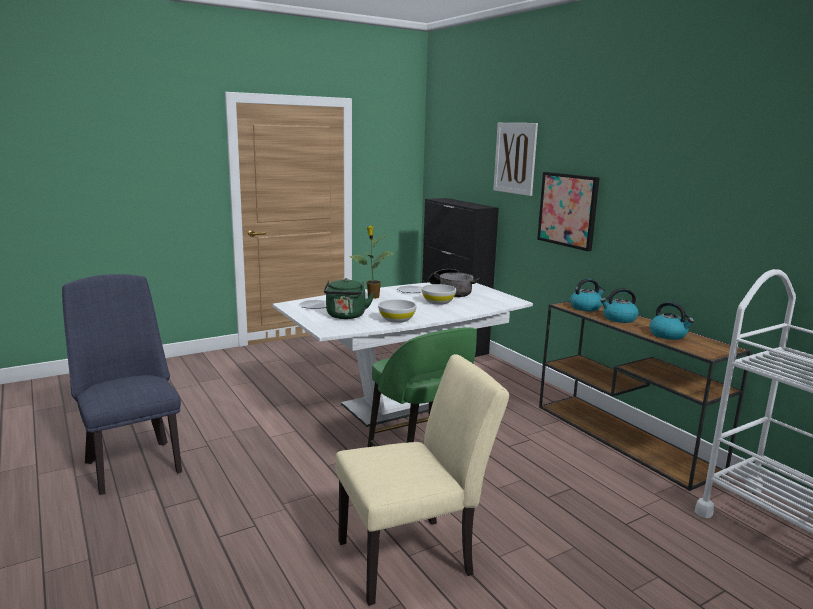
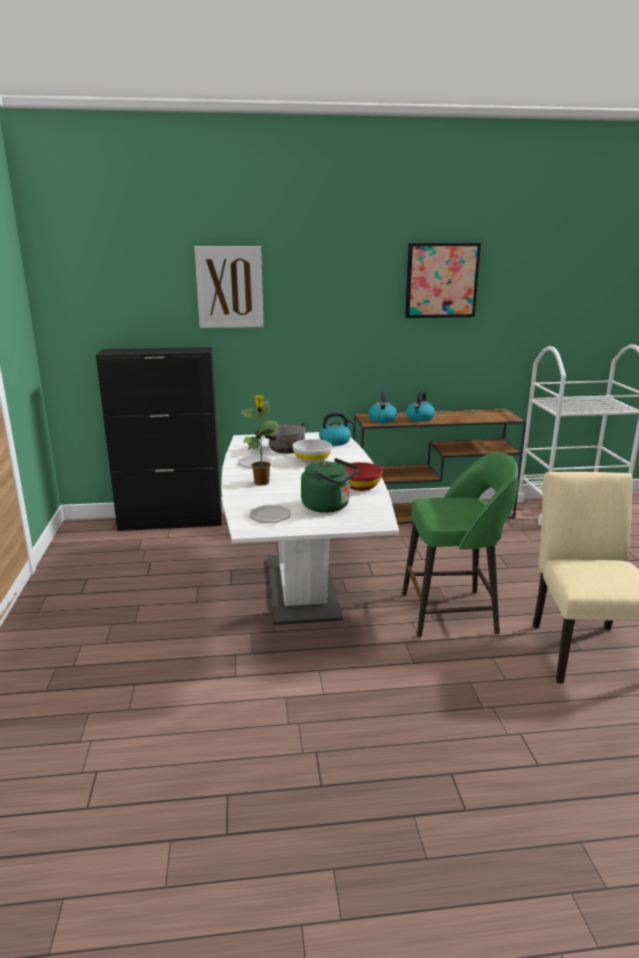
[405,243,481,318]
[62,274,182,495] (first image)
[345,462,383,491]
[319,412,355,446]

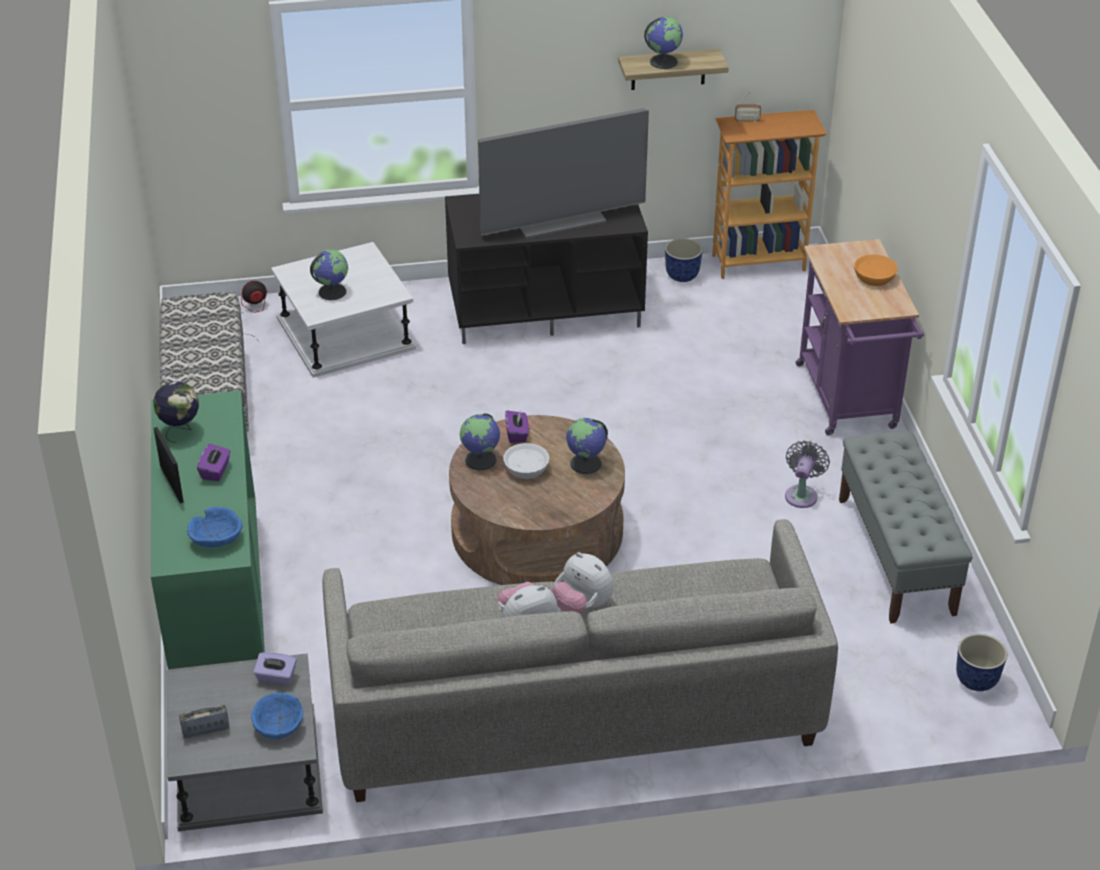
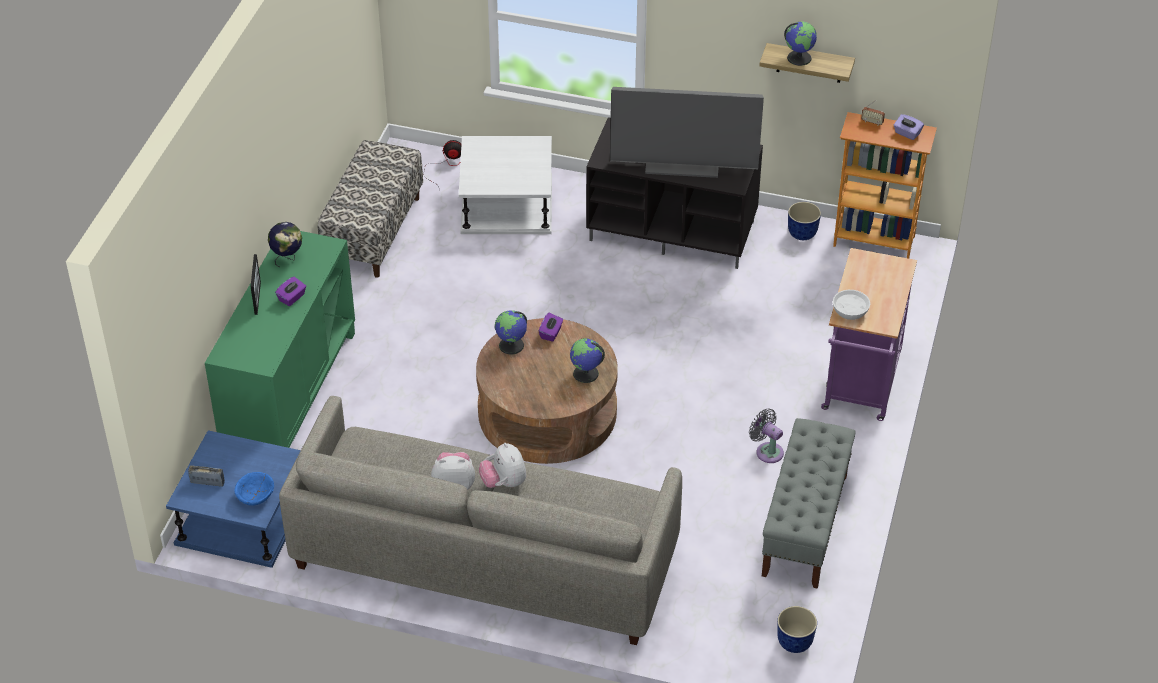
[310,249,348,300] (first image)
[854,254,898,286] (first image)
[749,408,784,463]
[833,290,870,320]
[187,507,243,547] (first image)
[894,114,924,140]
[166,430,301,568]

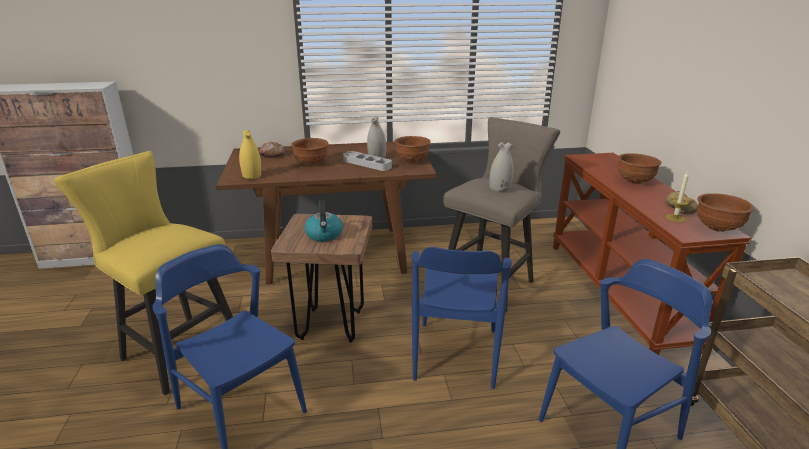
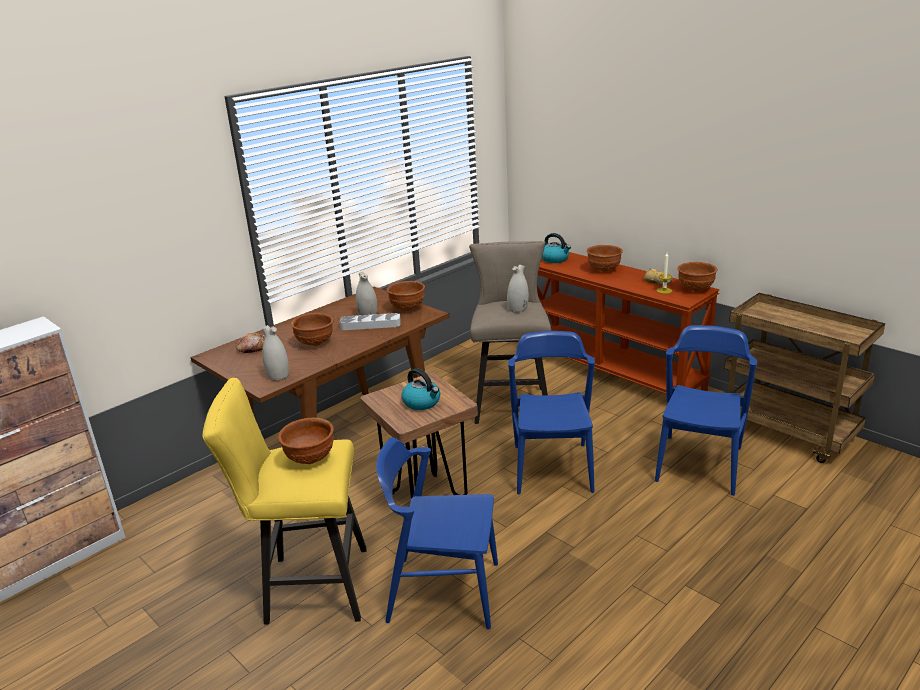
[262,325,289,380]
[508,331,595,495]
[542,233,571,263]
[278,418,334,464]

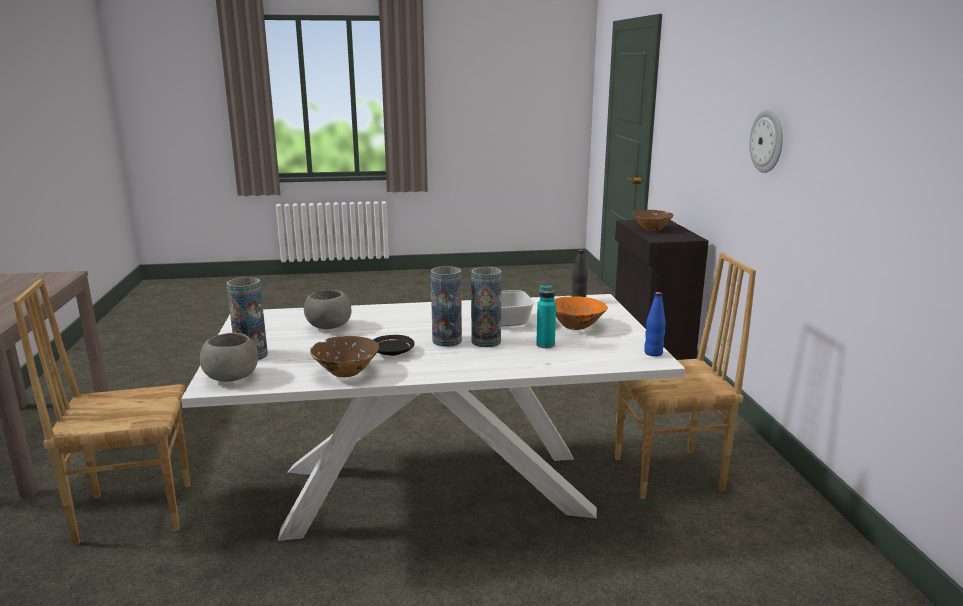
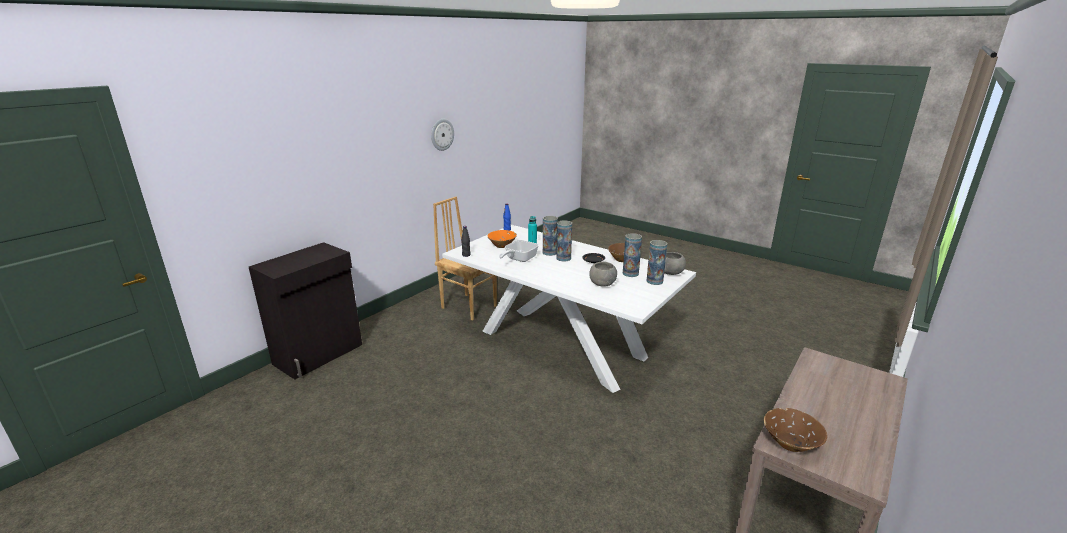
[431,119,454,151]
[764,408,827,452]
[13,278,191,546] (first image)
[623,233,642,277]

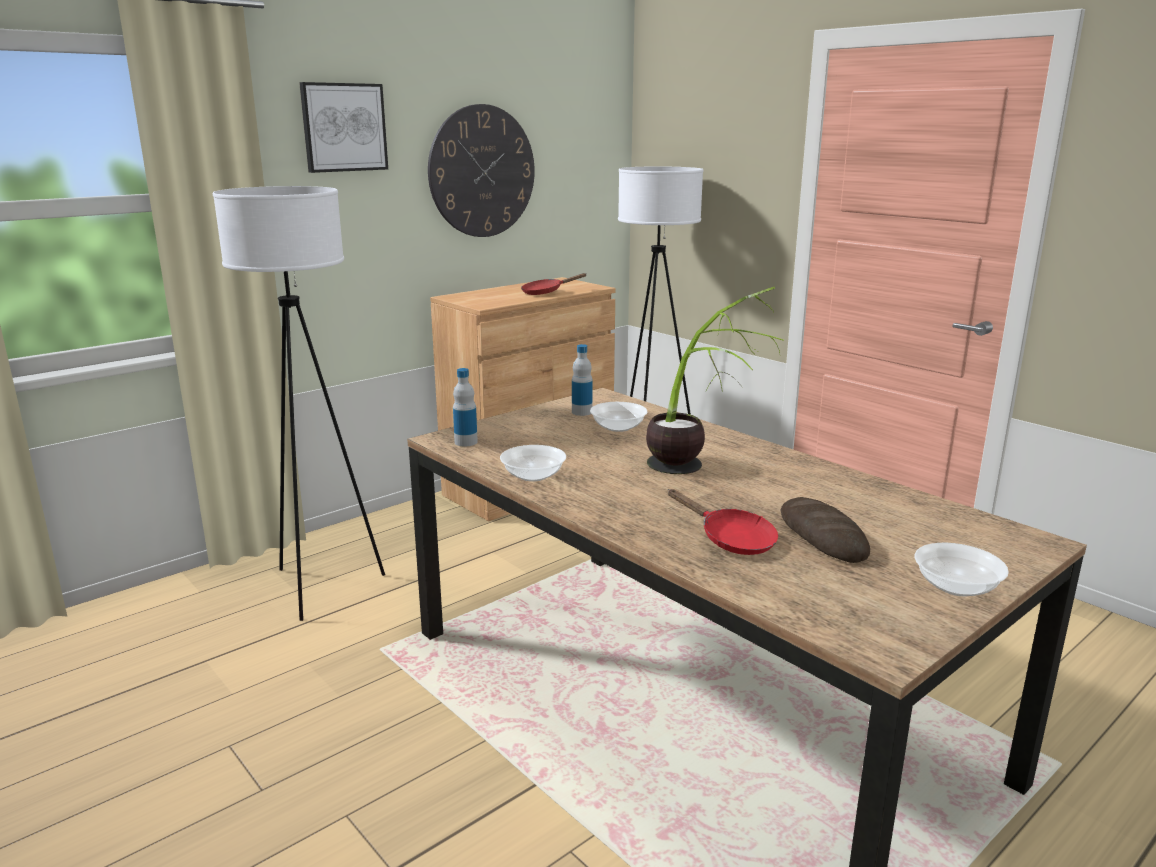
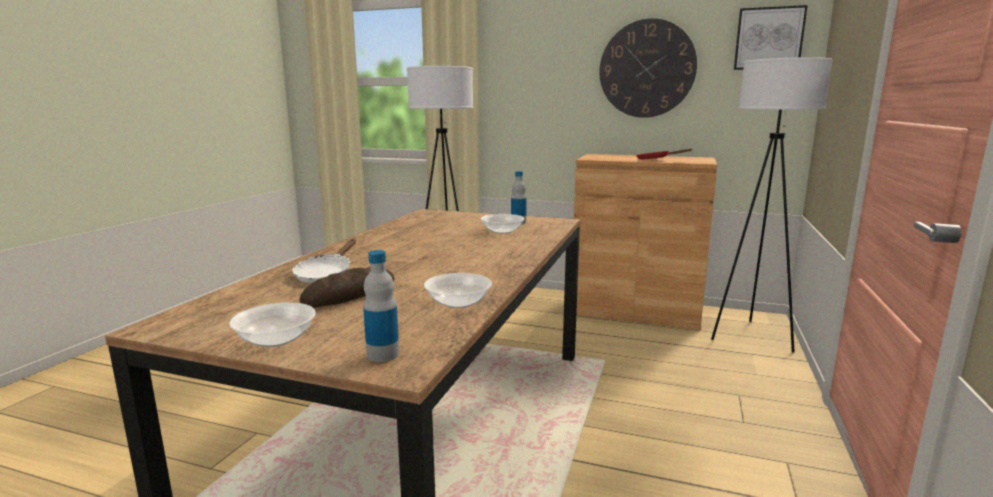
[734,5,808,70]
[646,286,784,474] (first image)
[363,250,399,362]
[424,273,492,309]
[292,239,356,283]

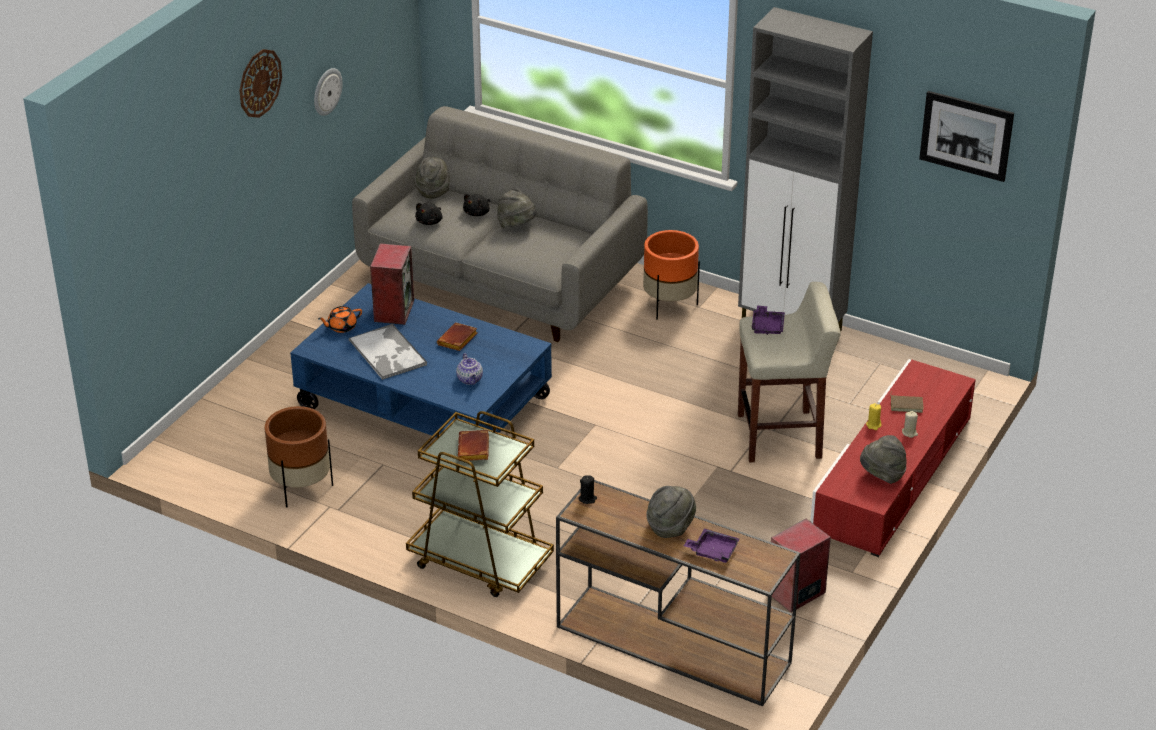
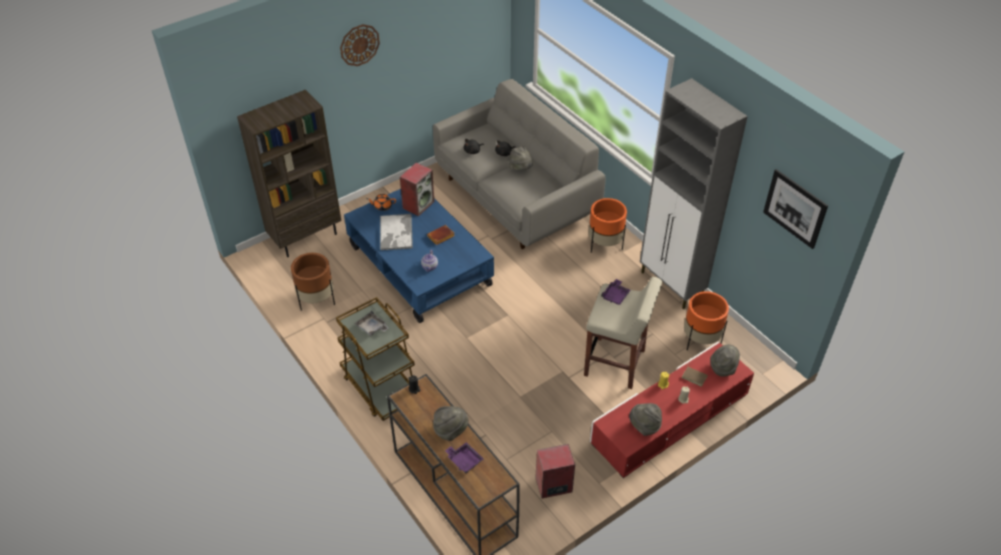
[314,68,343,116] (first image)
[710,345,740,377]
[354,311,389,336]
[237,90,341,257]
[684,291,729,350]

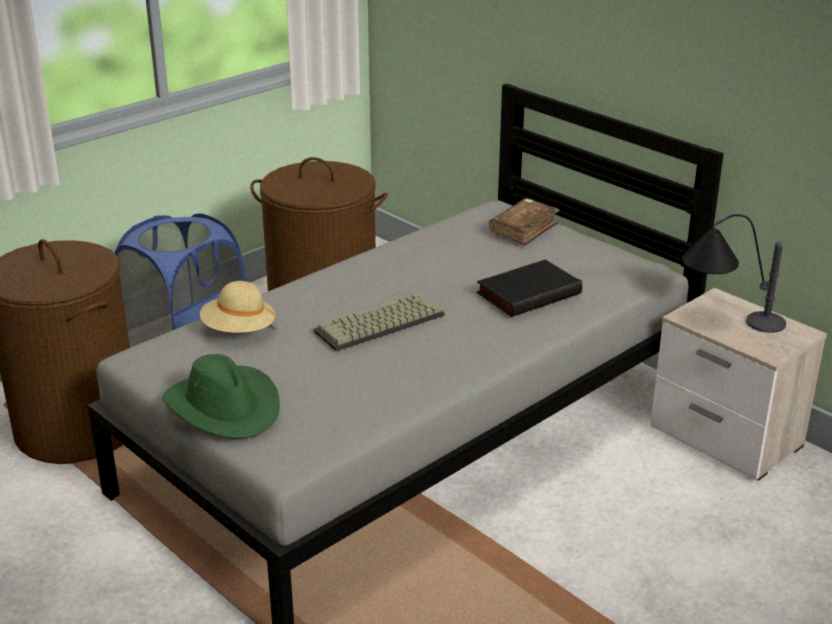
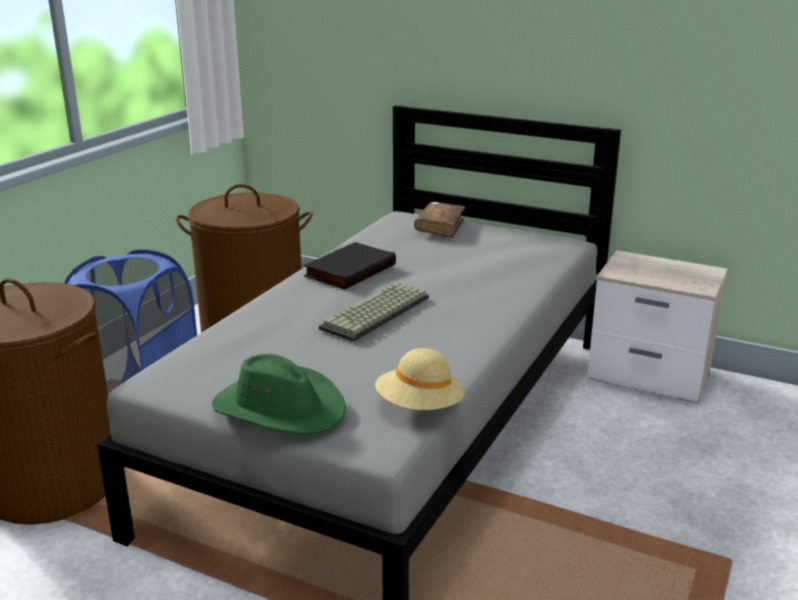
[682,214,786,333] (first image)
[304,242,396,290]
[375,348,465,410]

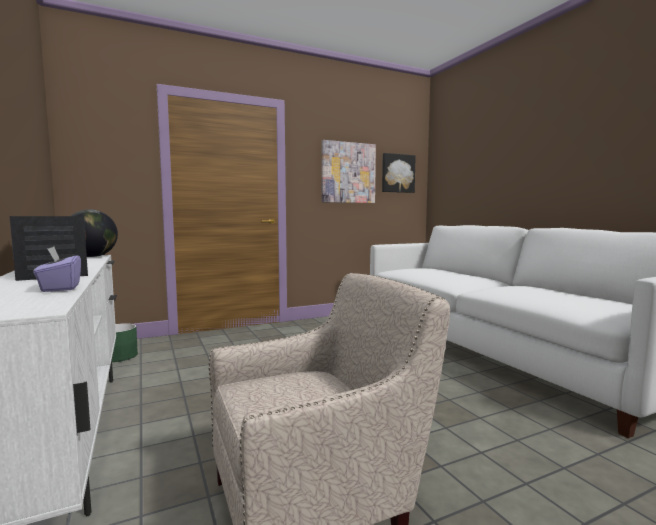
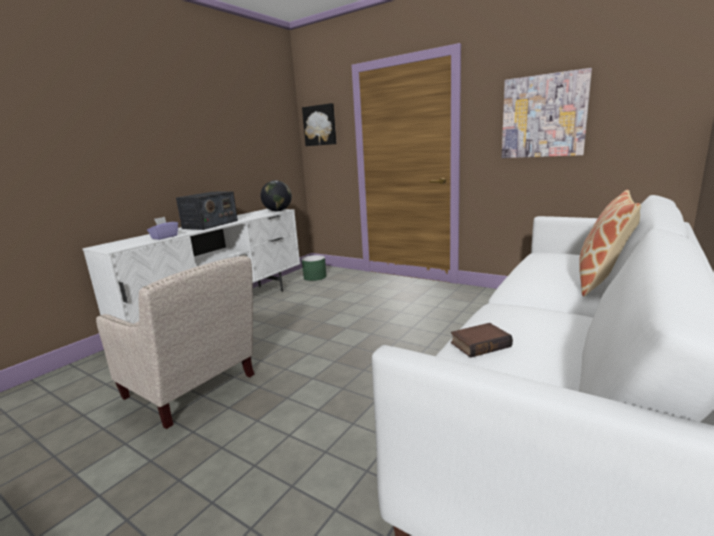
[302,103,336,146]
[579,190,641,296]
[451,323,513,358]

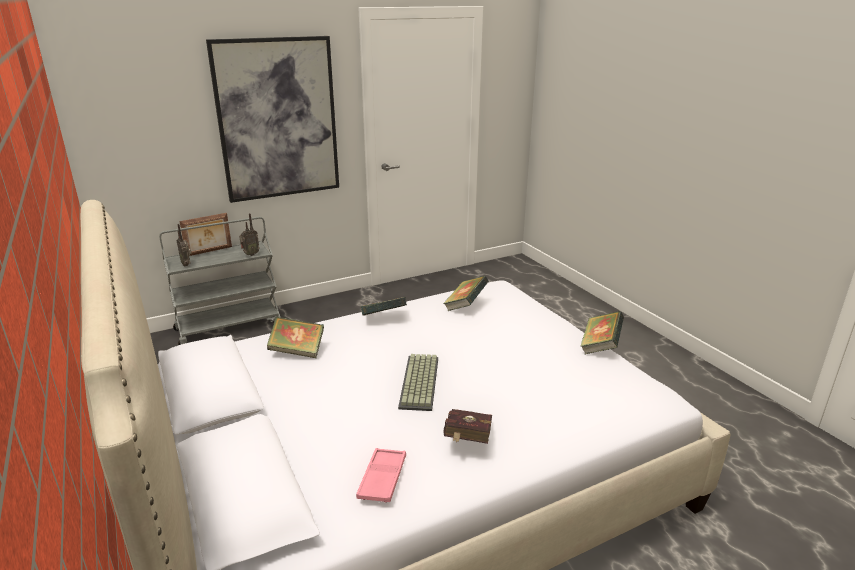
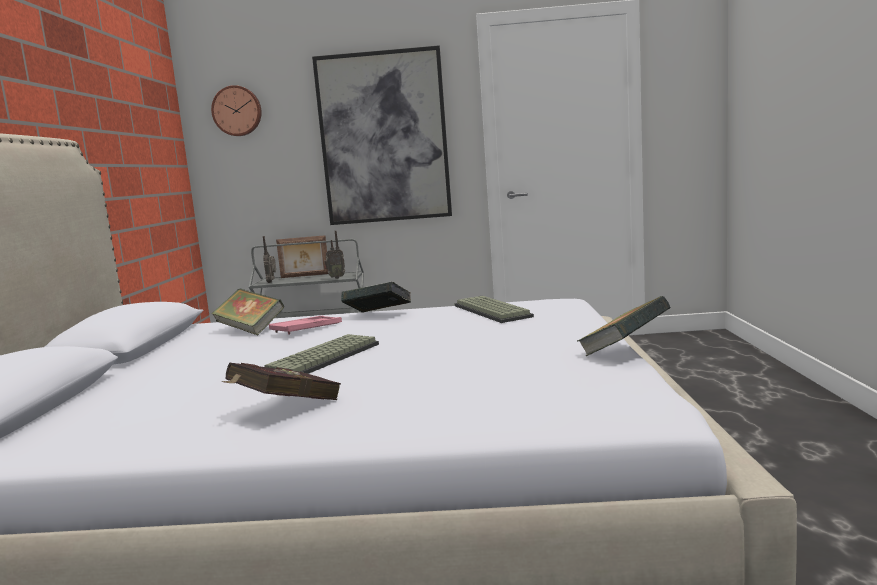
[455,296,534,323]
[269,315,342,335]
[211,85,262,136]

